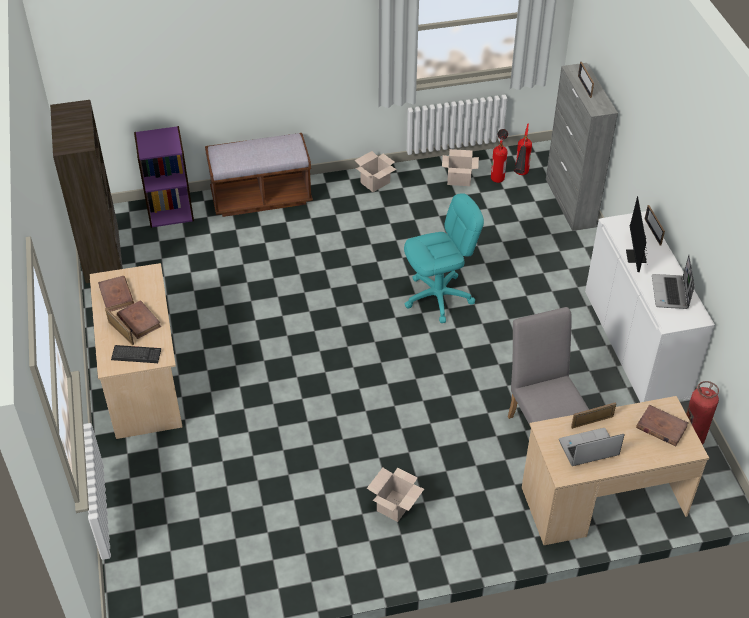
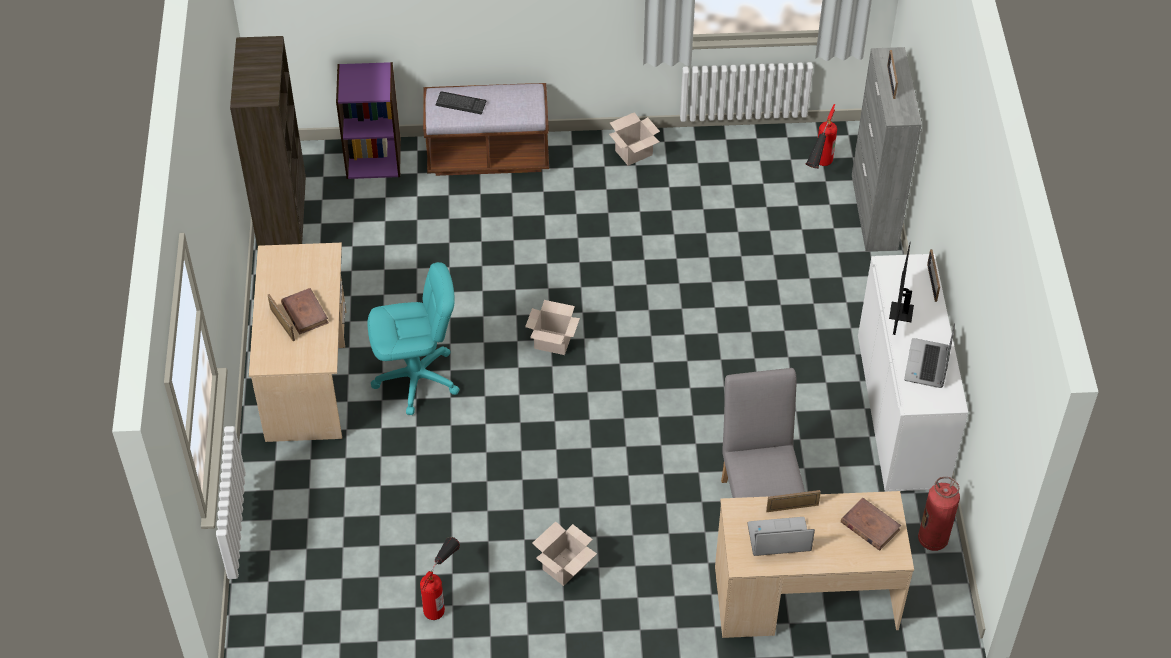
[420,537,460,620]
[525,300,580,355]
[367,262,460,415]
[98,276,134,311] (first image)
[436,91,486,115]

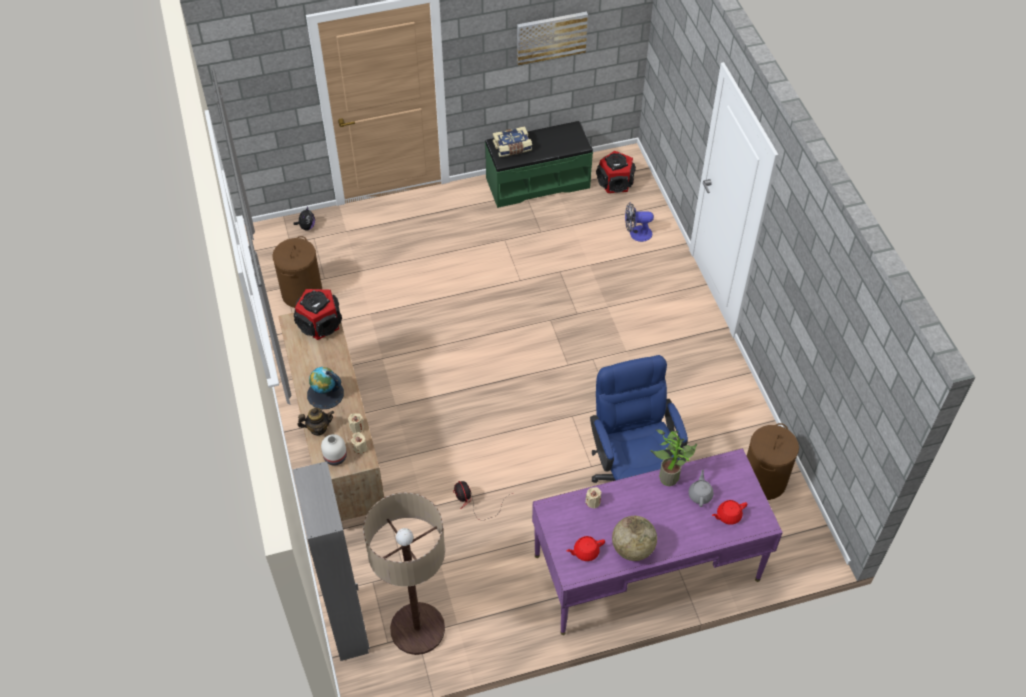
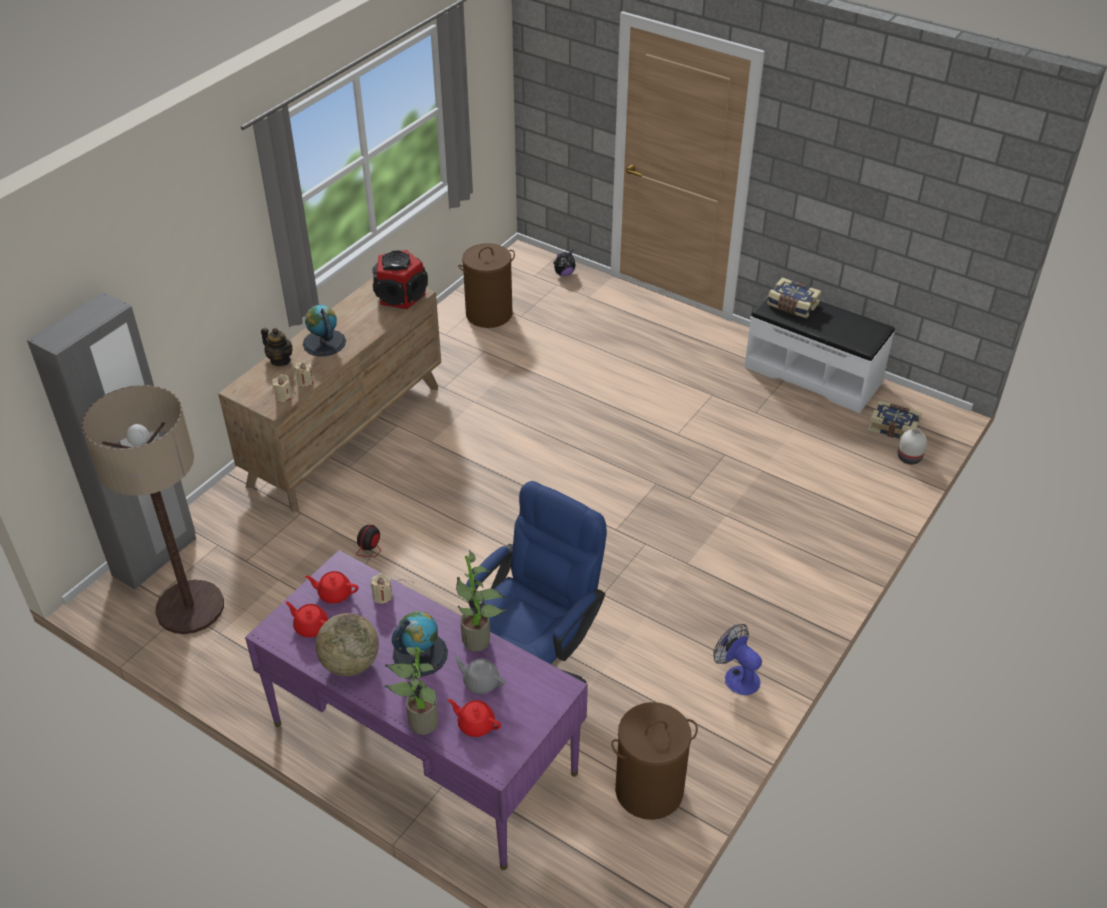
[517,12,588,66] (first image)
[744,288,895,413]
[868,400,922,439]
[713,624,762,695]
[898,428,927,465]
[454,657,505,694]
[305,571,358,604]
[392,611,448,676]
[385,646,439,735]

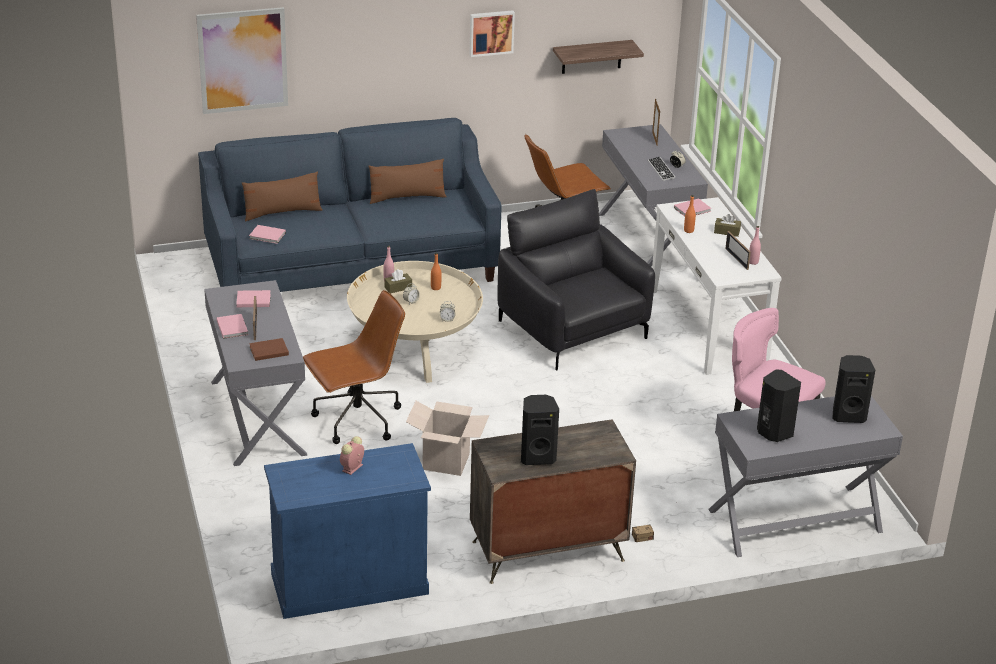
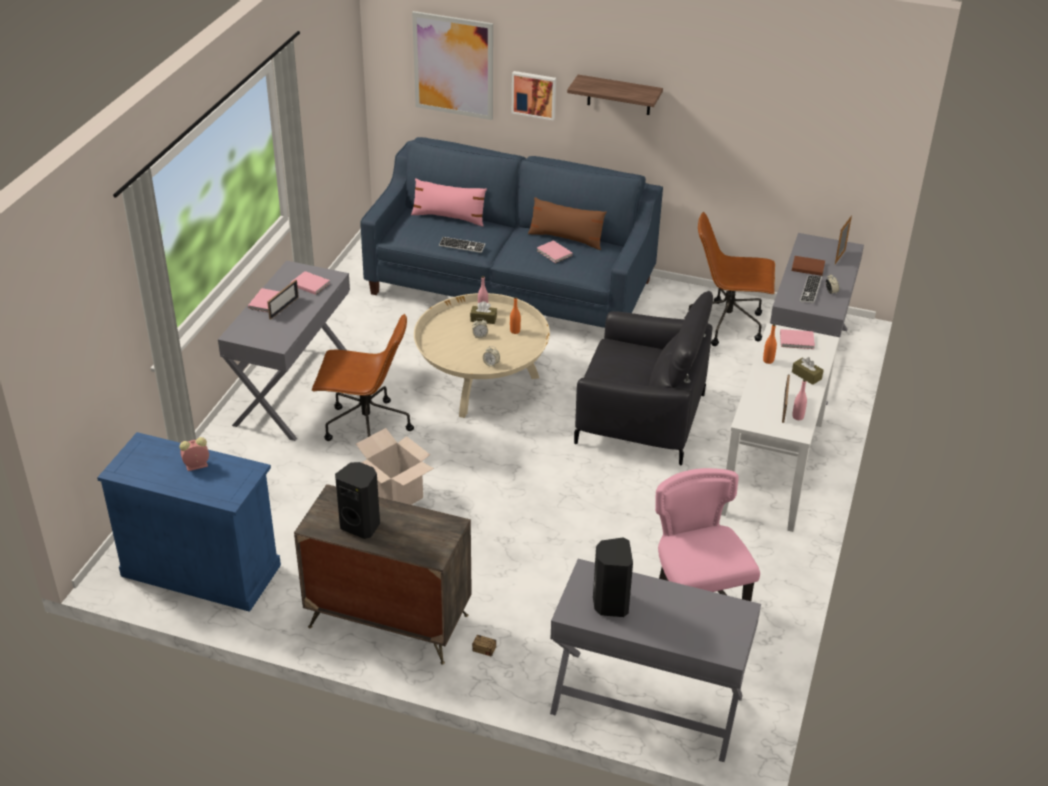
[512,71,556,120]
[567,75,663,115]
[411,178,487,226]
[574,291,713,466]
[537,240,572,263]
[792,256,825,276]
[832,355,875,423] (first image)
[439,237,485,253]

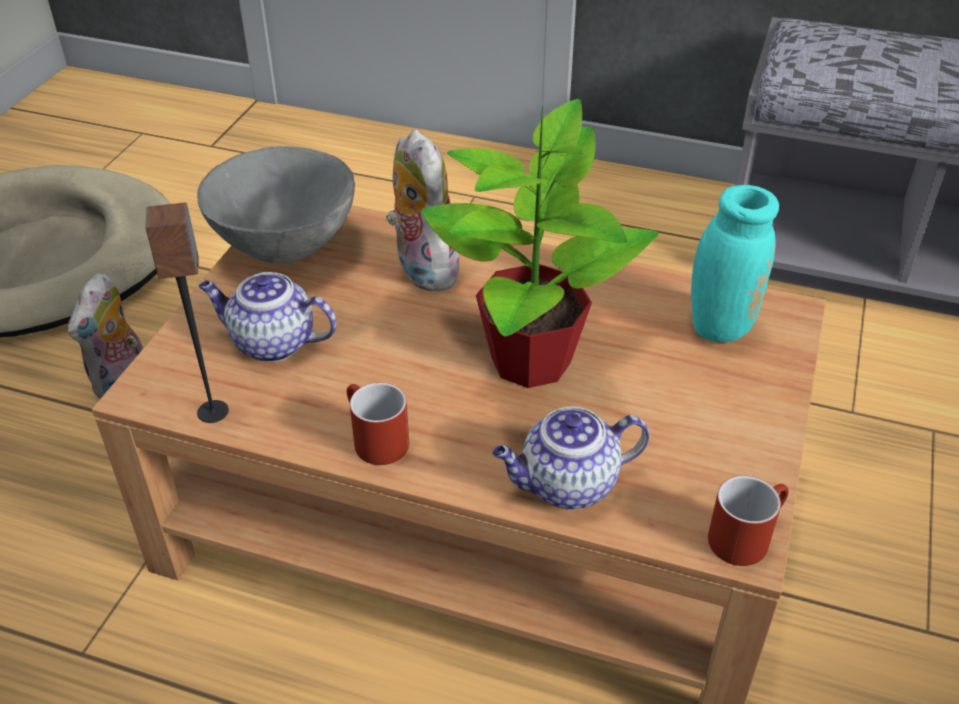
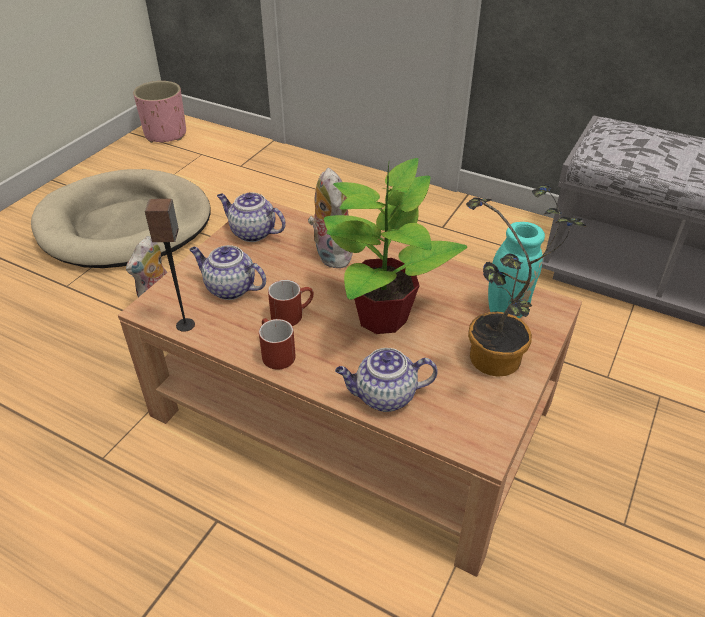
[217,193,286,242]
[268,280,314,326]
[133,81,186,143]
[466,184,586,377]

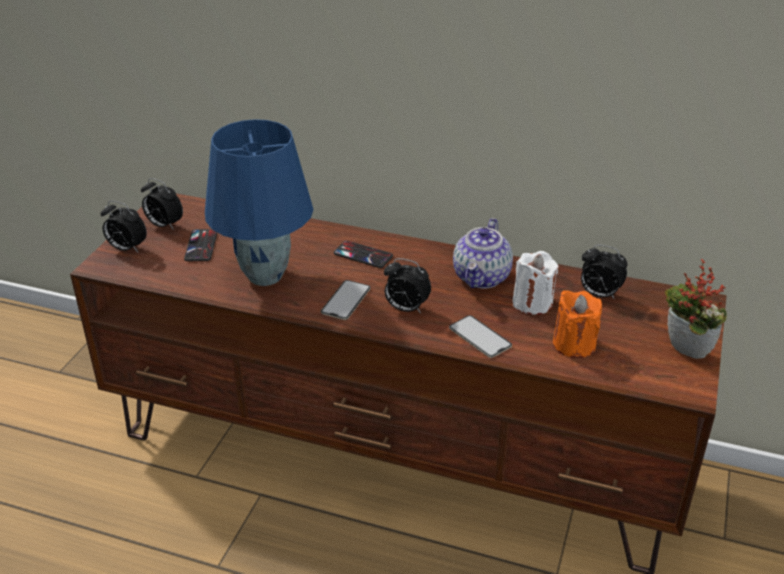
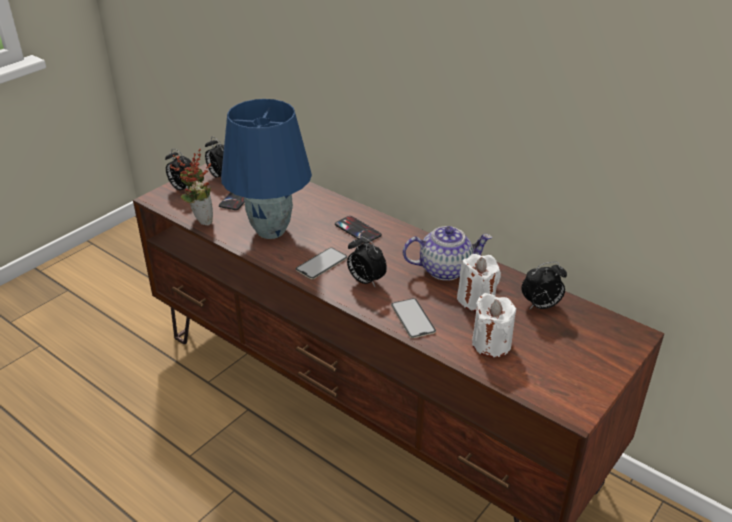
[403,226,492,281]
[521,262,567,310]
[170,149,213,226]
[472,293,516,357]

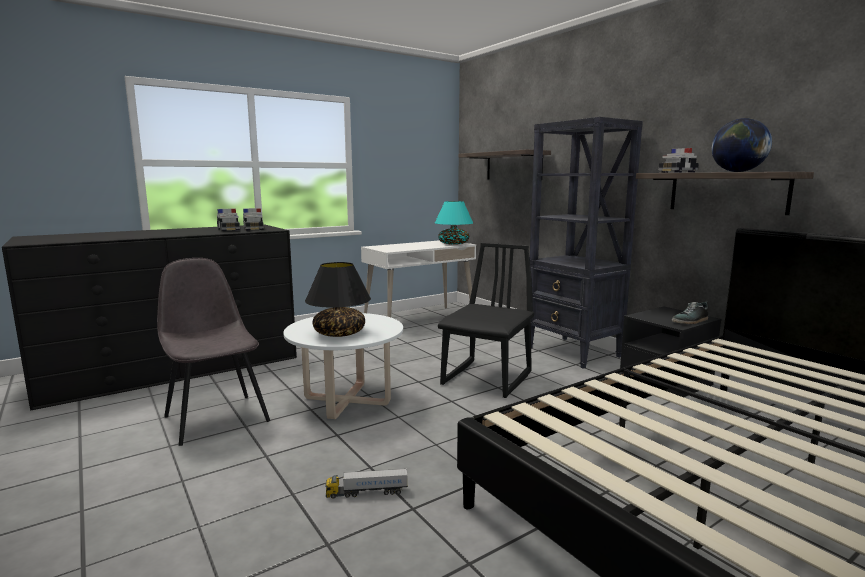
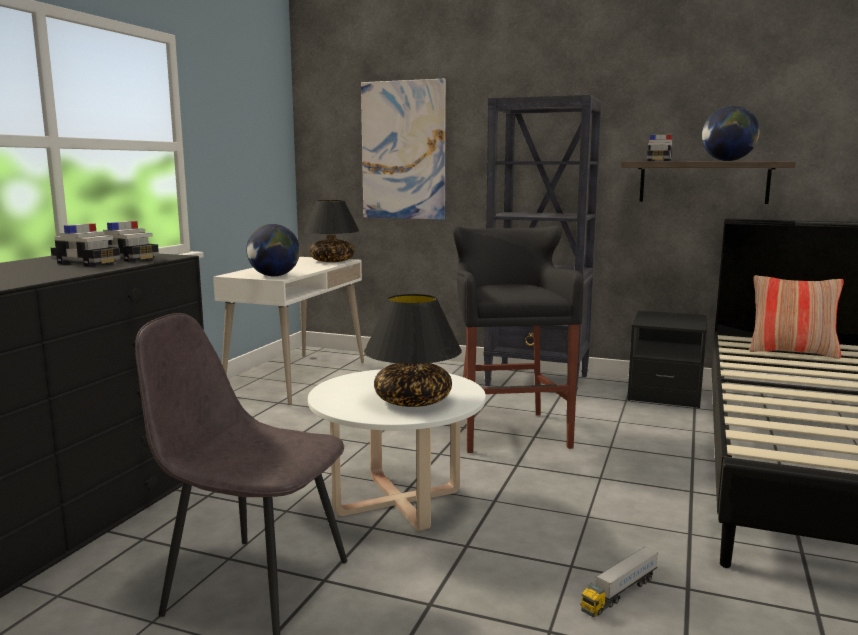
[361,79,446,220]
[303,200,359,262]
[453,226,583,453]
[672,301,708,324] (first image)
[246,224,300,276]
[749,275,844,359]

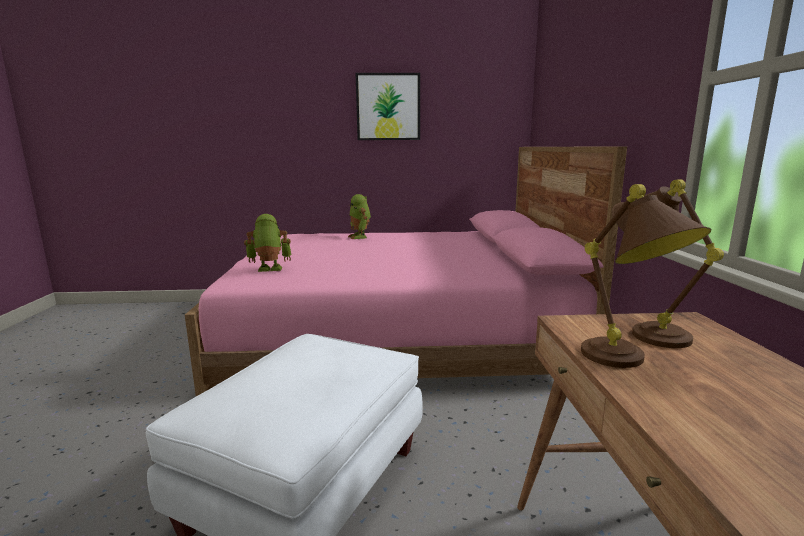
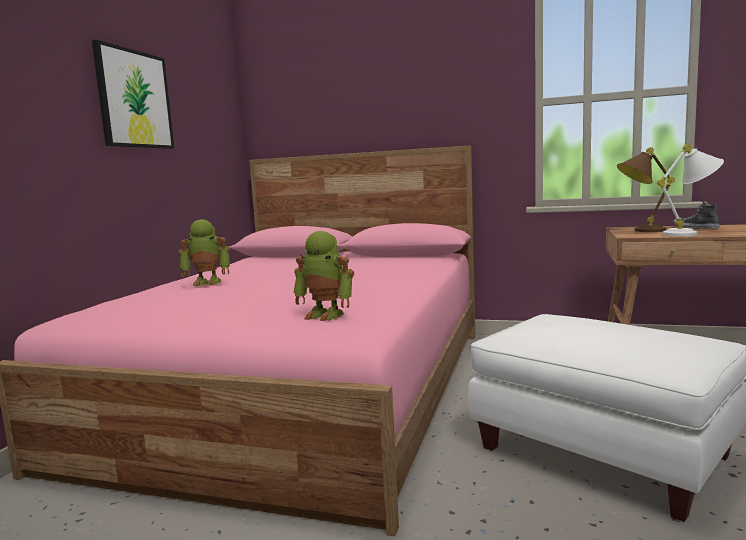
[657,144,724,237]
[293,231,354,321]
[673,201,720,229]

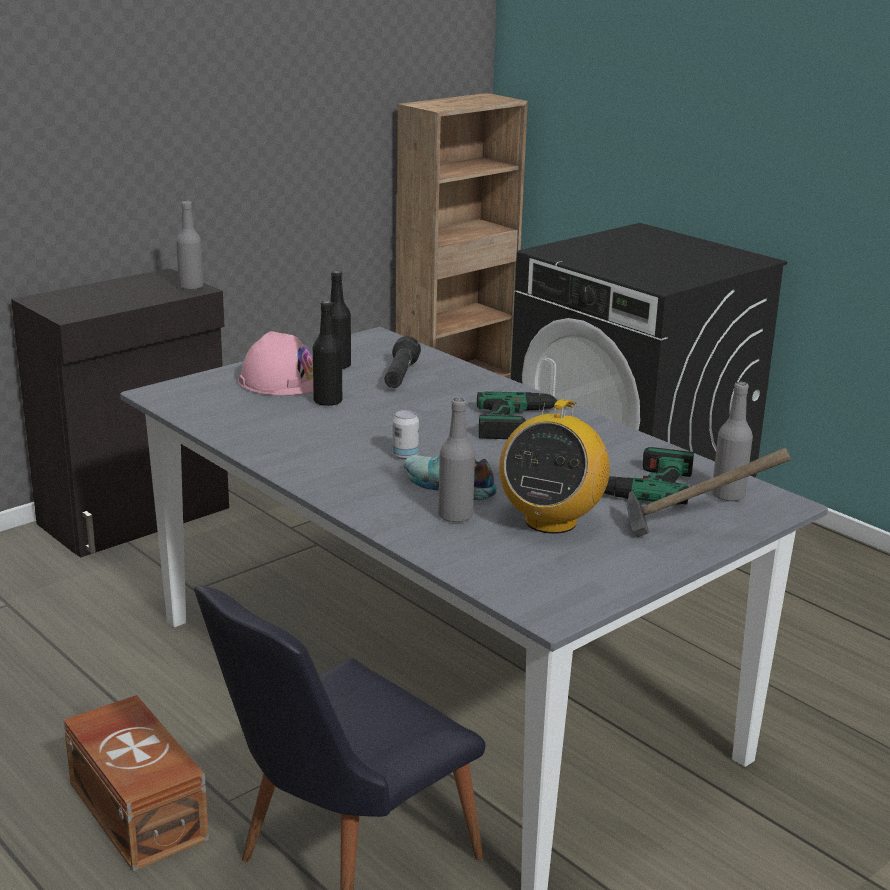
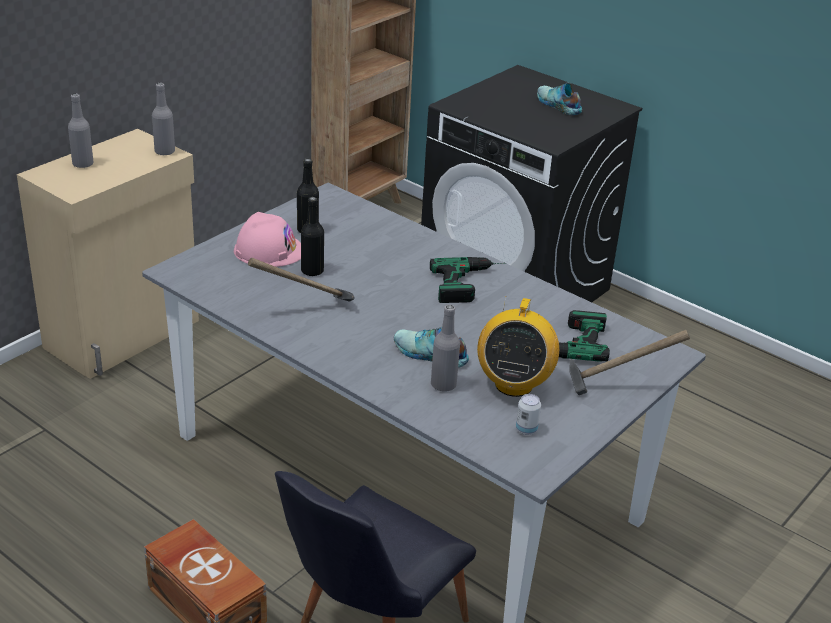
[17,129,199,379]
[385,336,421,388] (first image)
[68,94,93,168]
[516,394,541,435]
[537,82,582,115]
[248,258,355,302]

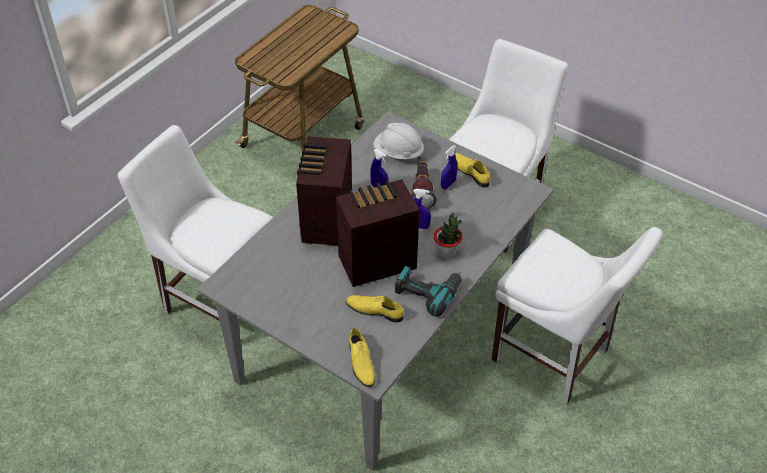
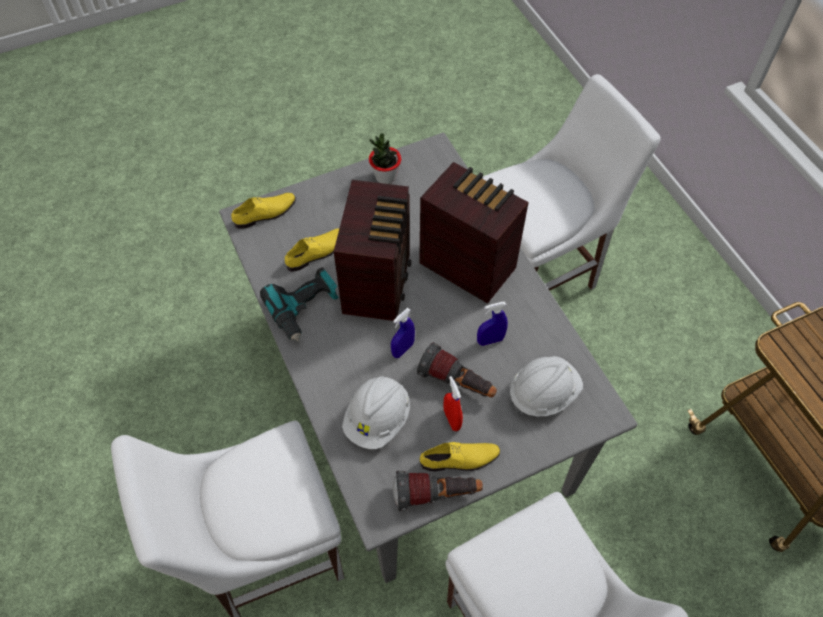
[443,376,463,431]
[369,133,401,184]
[231,193,296,229]
[342,376,410,449]
[393,471,483,511]

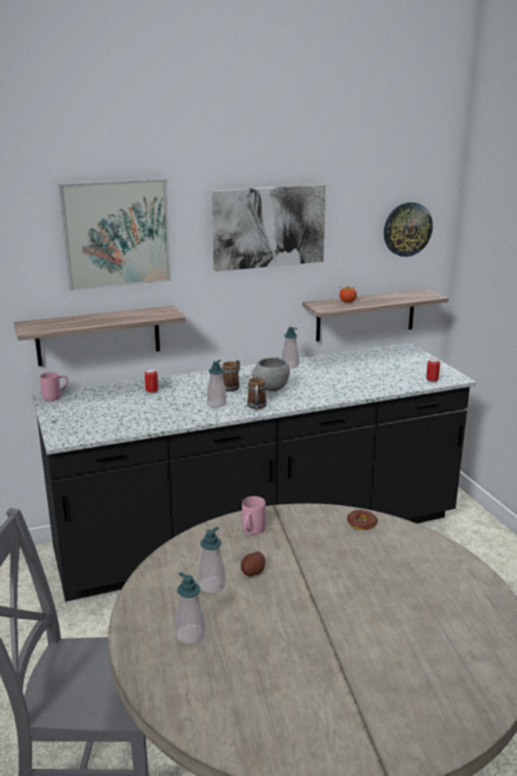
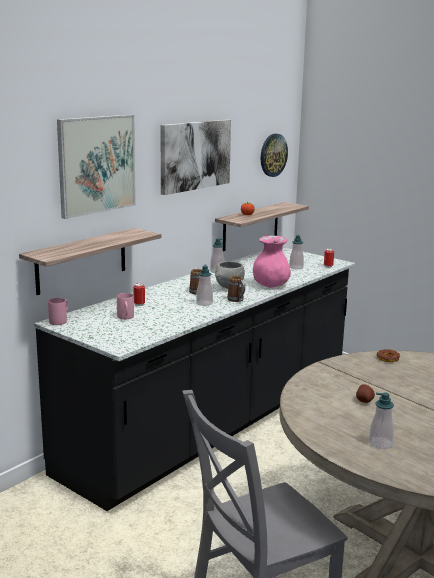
[117,293,134,319]
[289,234,304,270]
[253,236,291,287]

